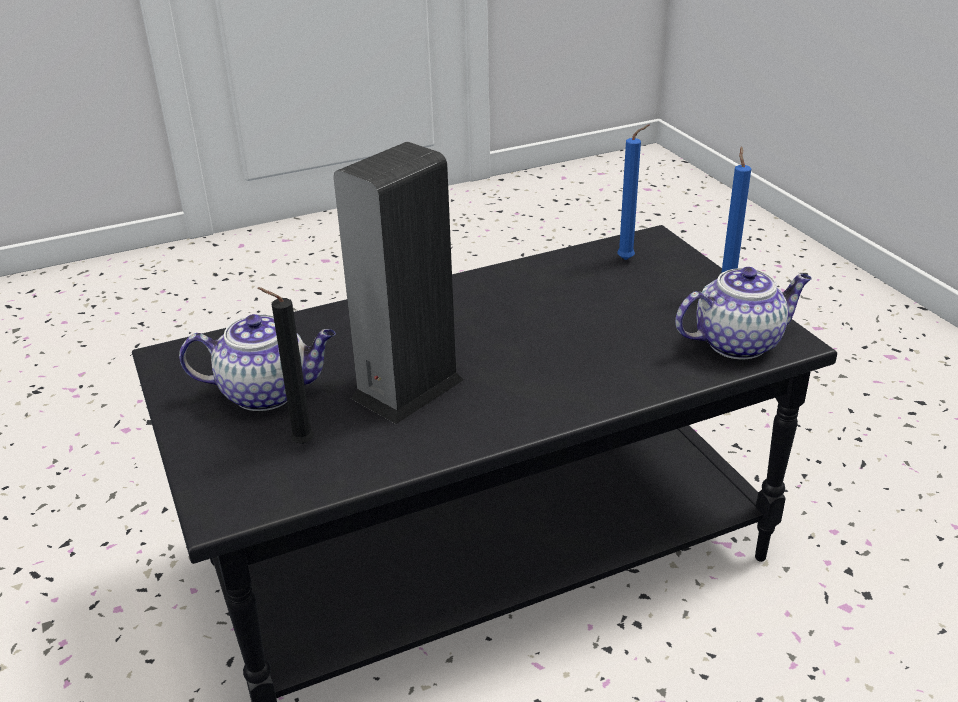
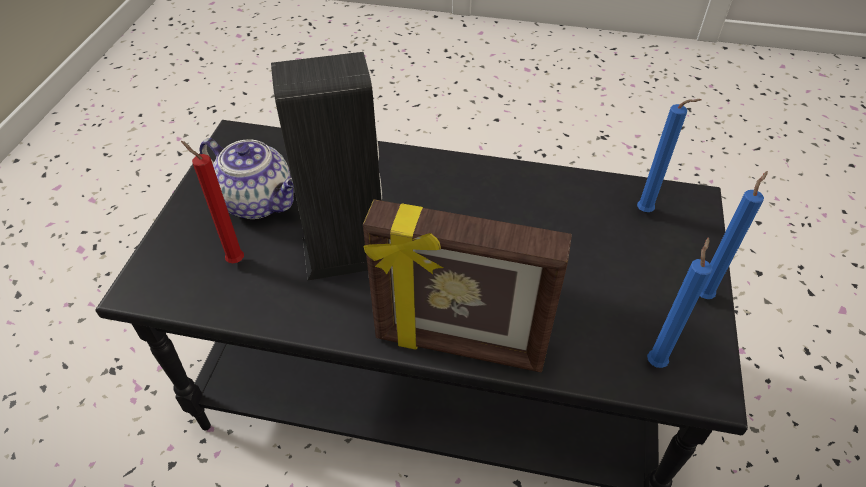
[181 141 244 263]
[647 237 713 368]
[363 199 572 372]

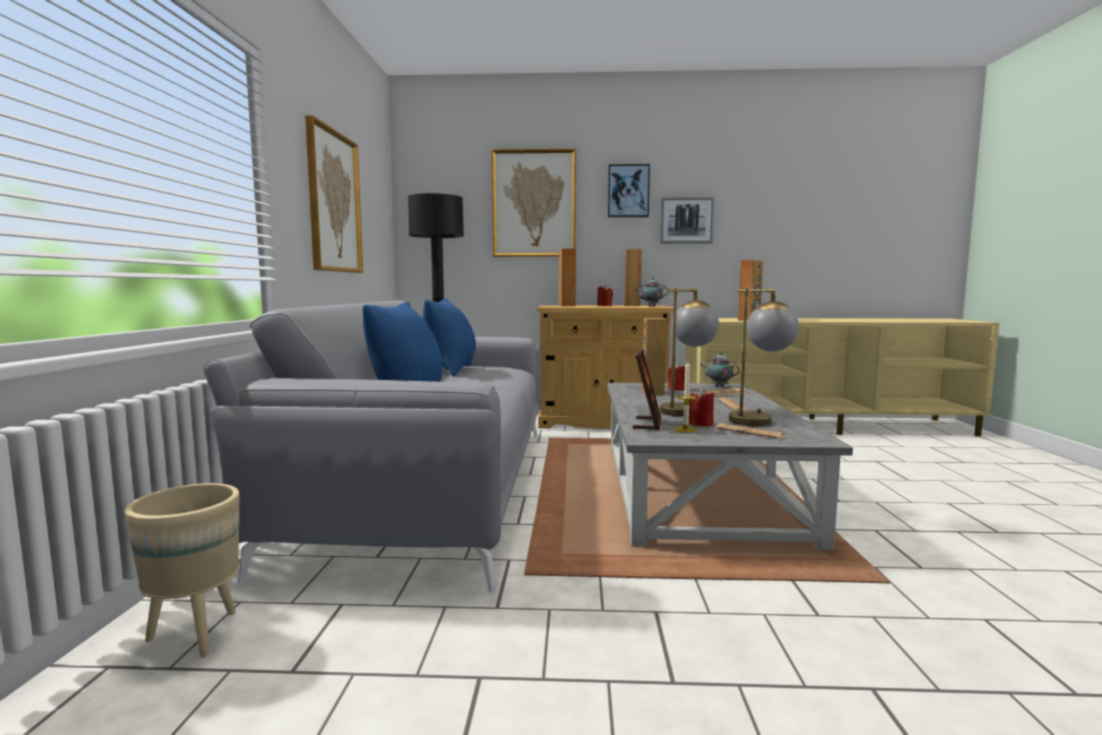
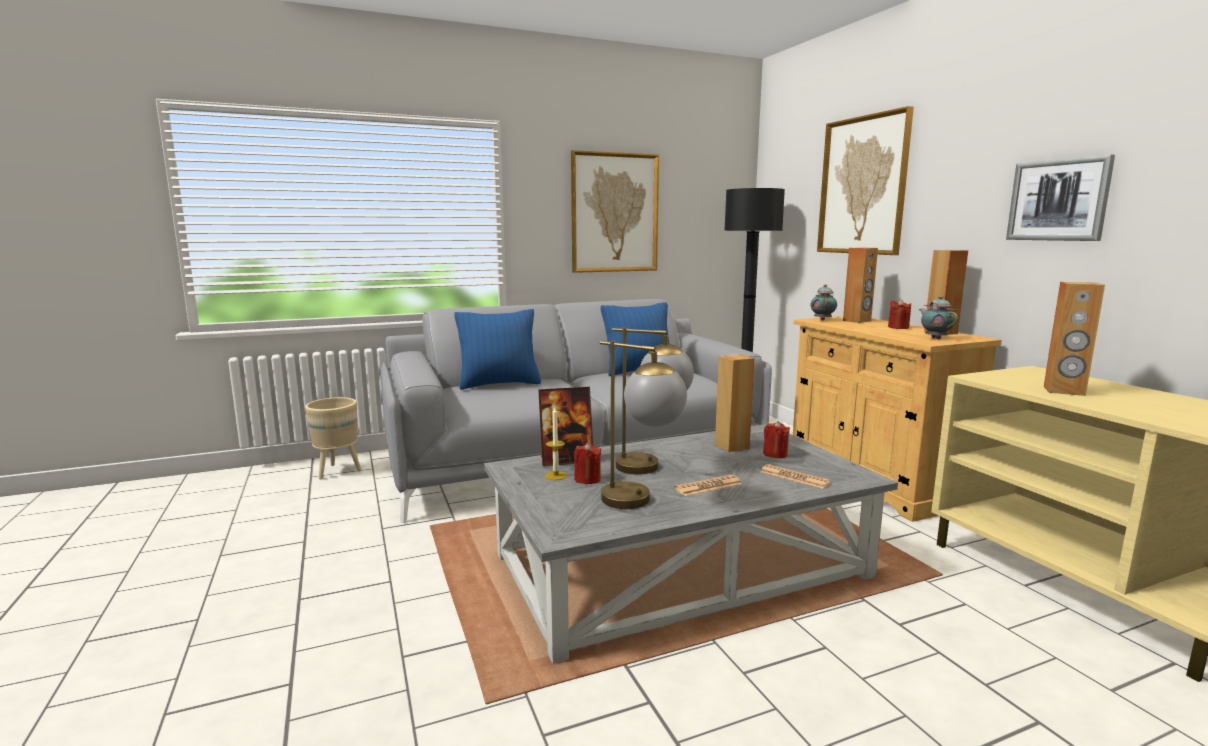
[608 164 650 217] (first image)
[811 284 837 320]
[716 423 785 439] (first image)

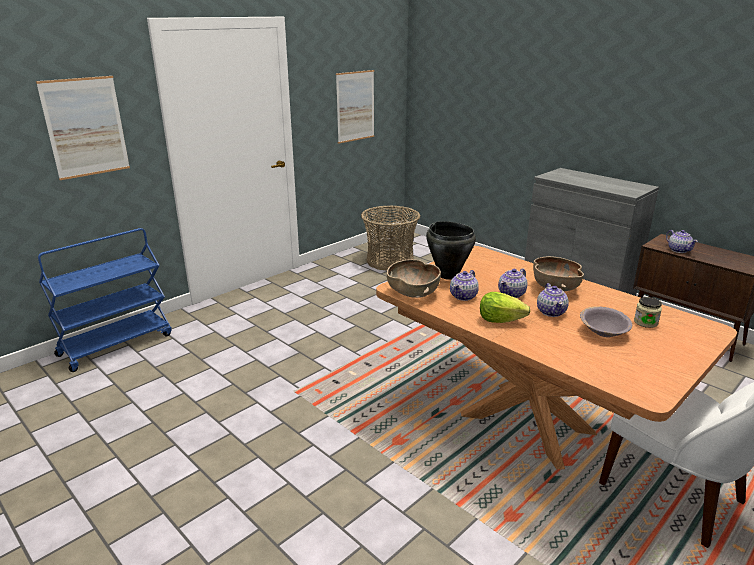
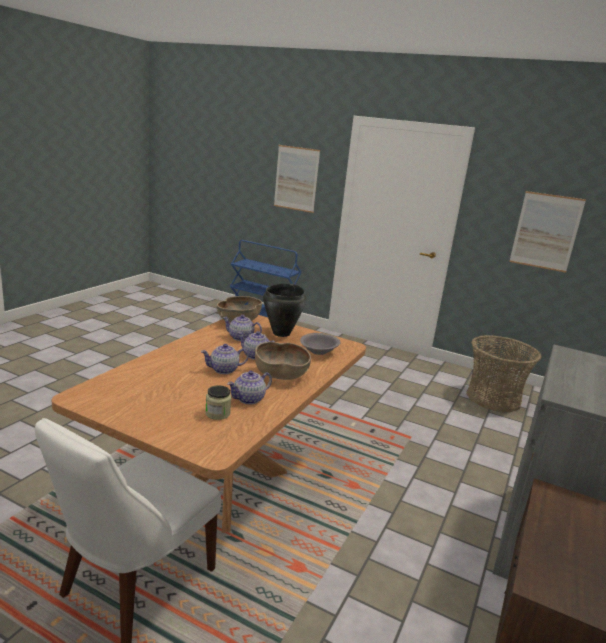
[480 292 530 323] (first image)
[300 333 340 355]
[227 371 272 404]

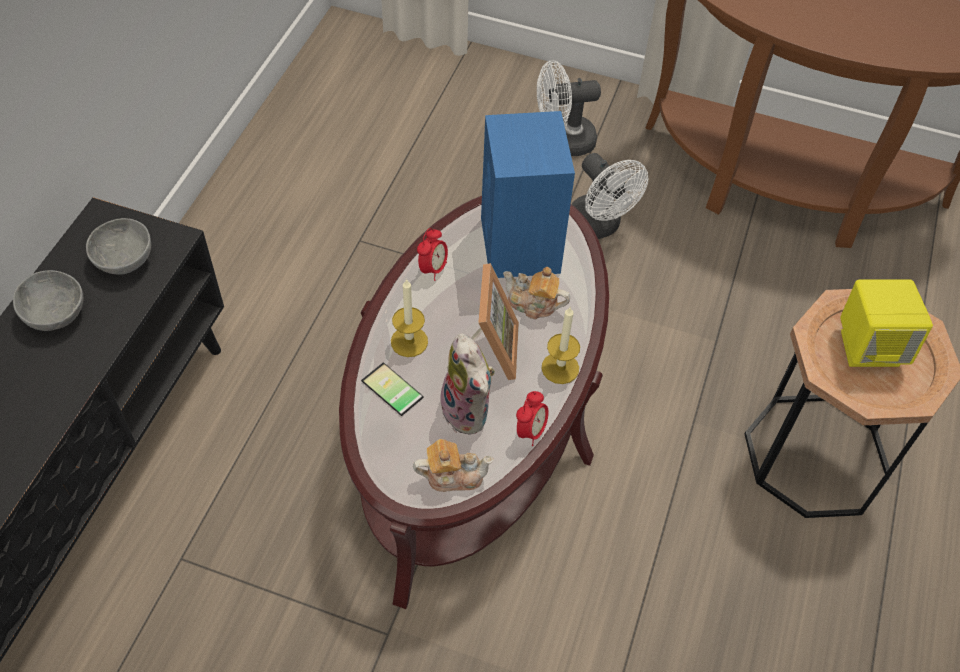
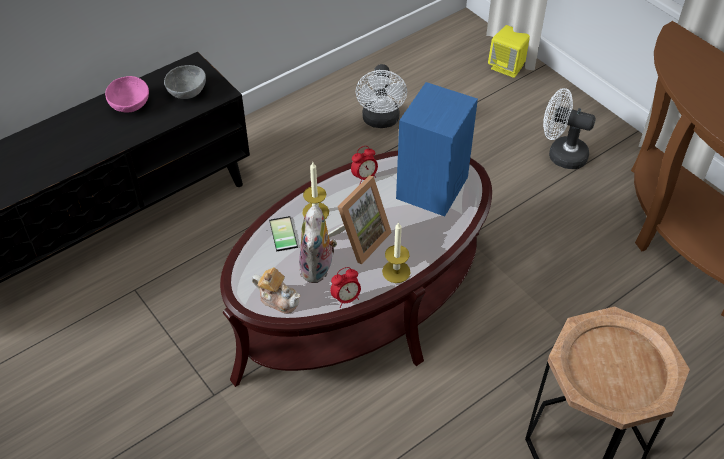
[105 76 149 113]
[503 267 570 320] (first image)
[356 64 407 128]
[488 25 530 78]

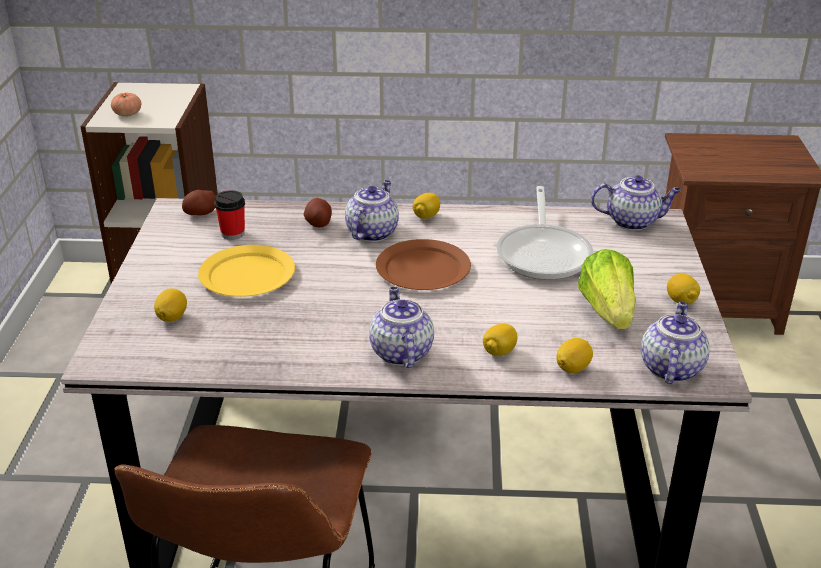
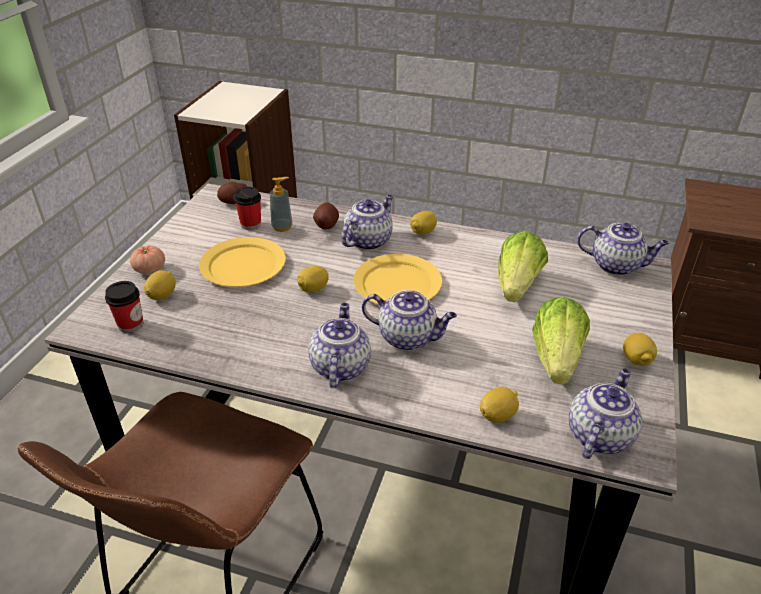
[130 245 165 274]
[353 254 442 304]
[297 266 329 293]
[498 231 548 302]
[105 281 143 333]
[270 177 293 232]
[362 290 457 351]

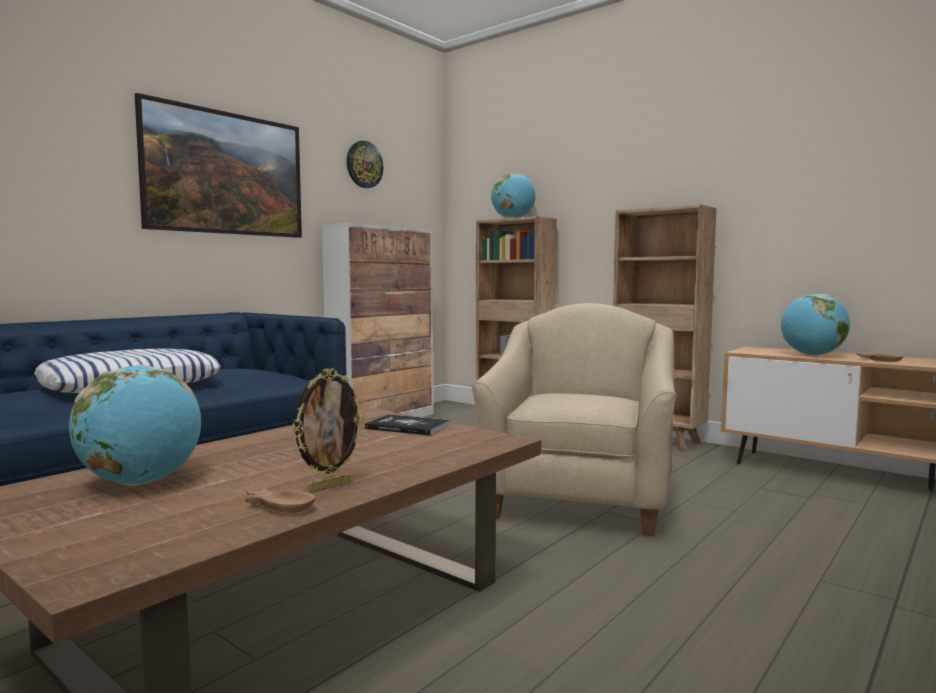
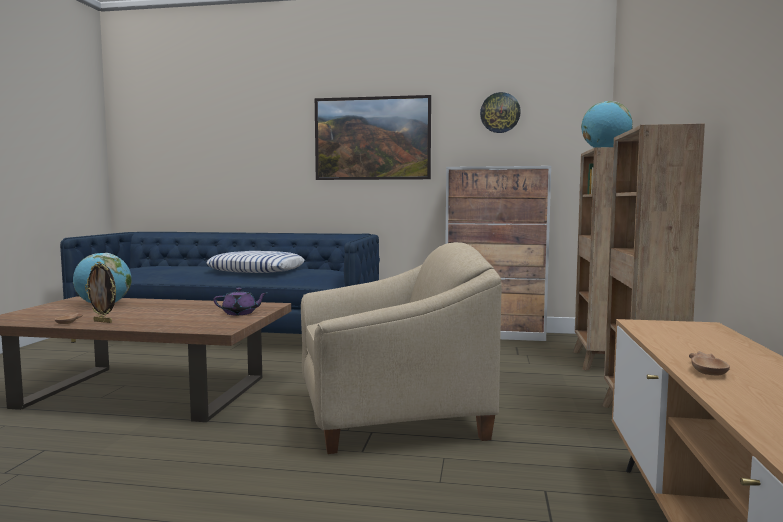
[214 288 267 315]
[781 294 850 356] (first image)

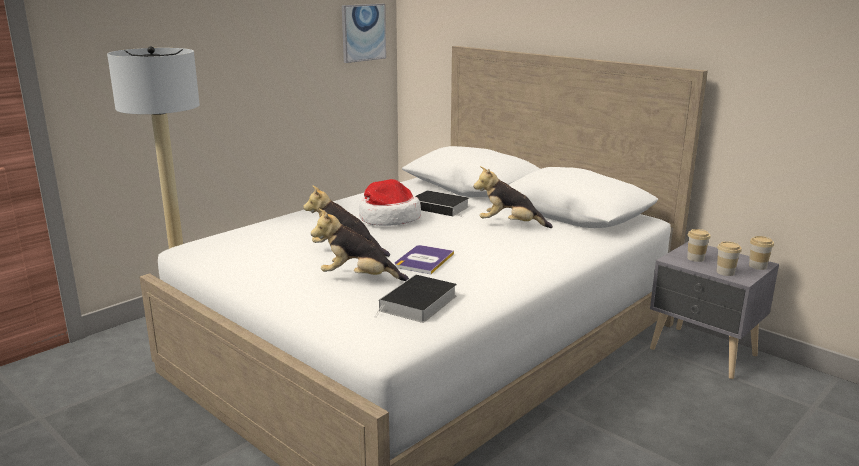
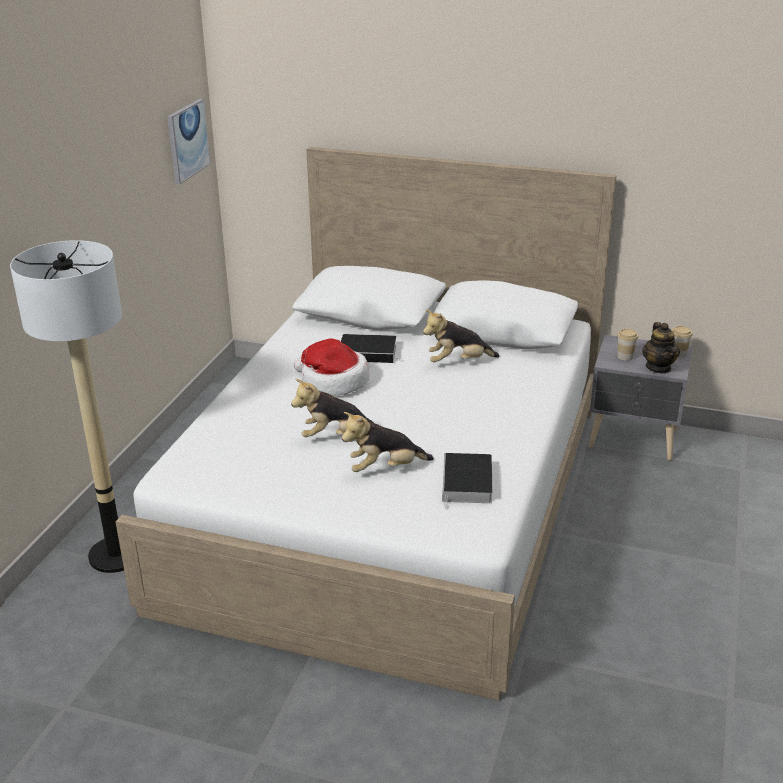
[395 245 454 274] (first image)
[642 322 680 374]

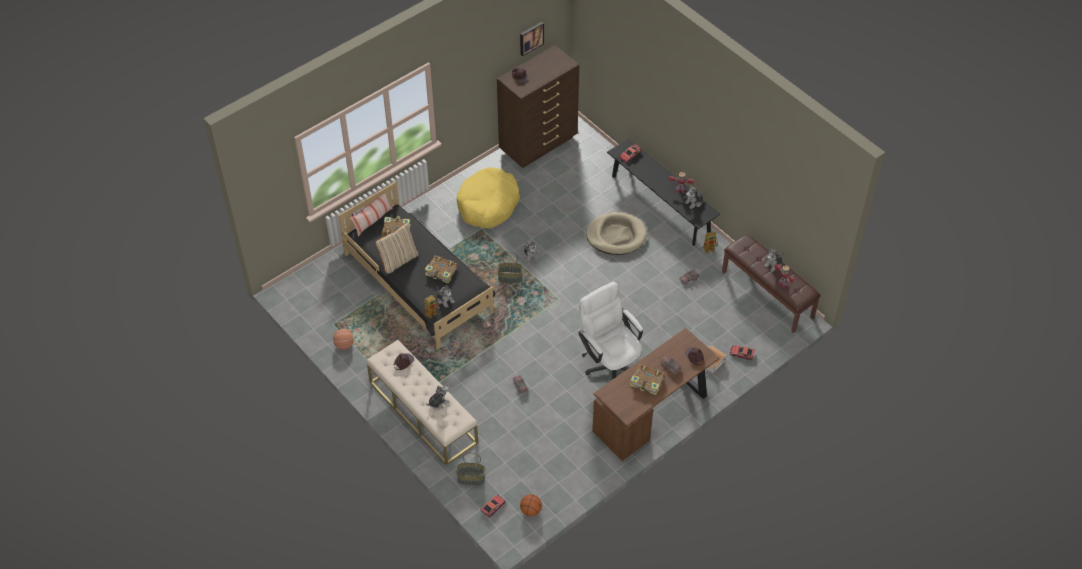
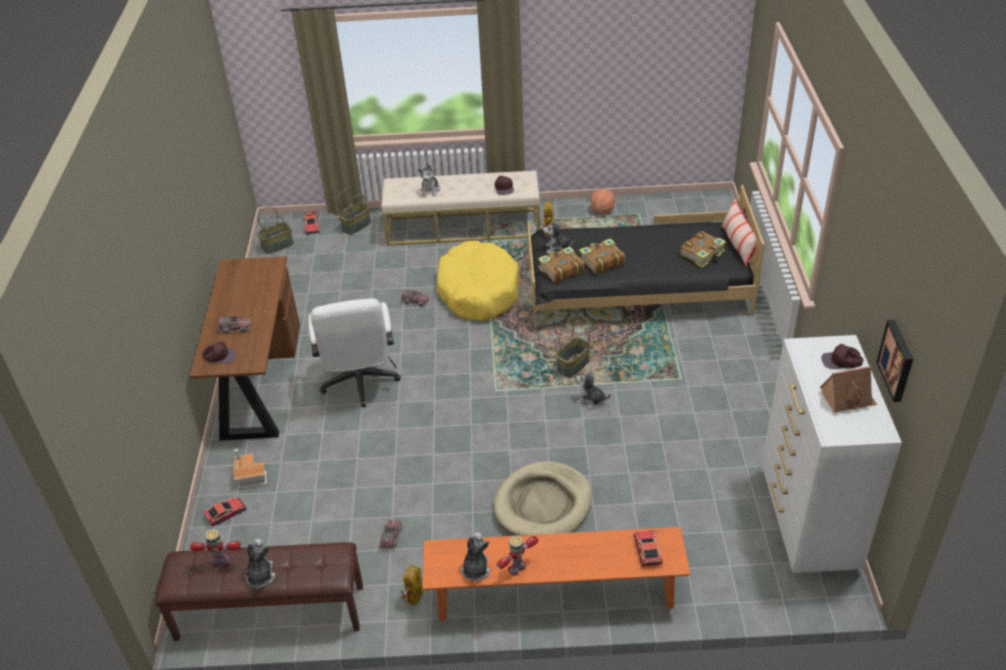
[375 223 418 274] (first image)
[437 240 519 321]
[761 335 902 573]
[257 207 294 254]
[309 298 401 407]
[423 527 690 622]
[538 247 584 282]
[820 366 877 413]

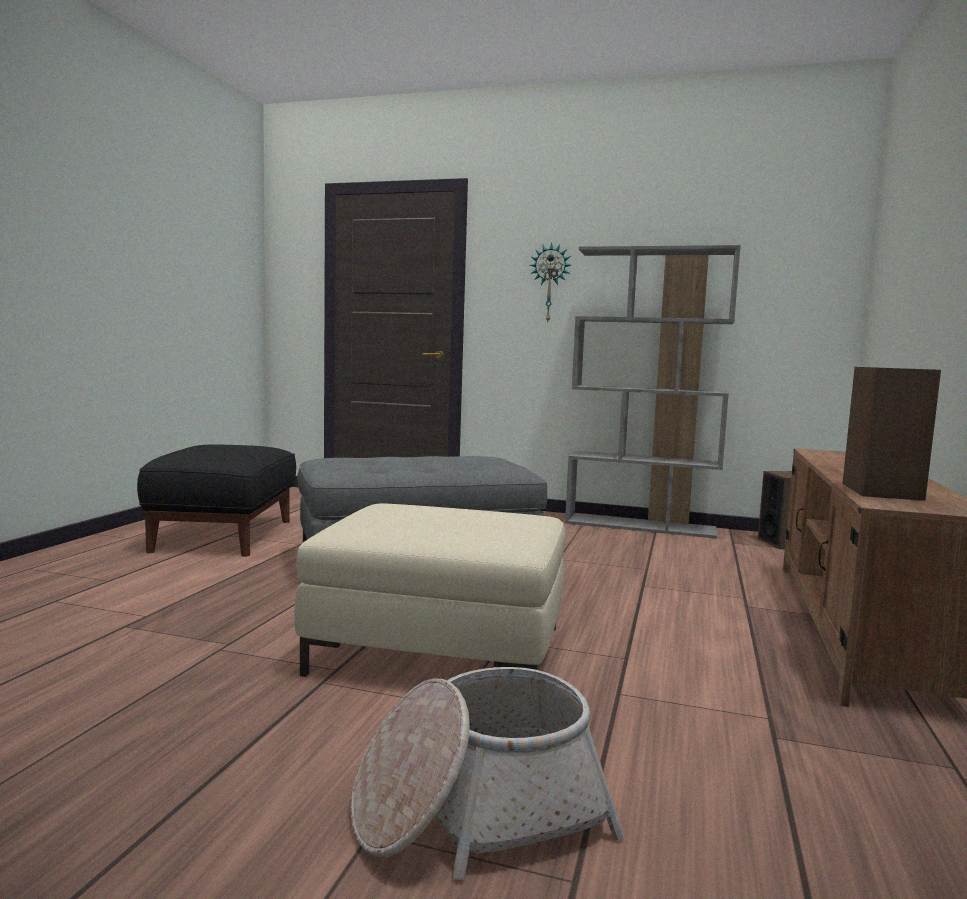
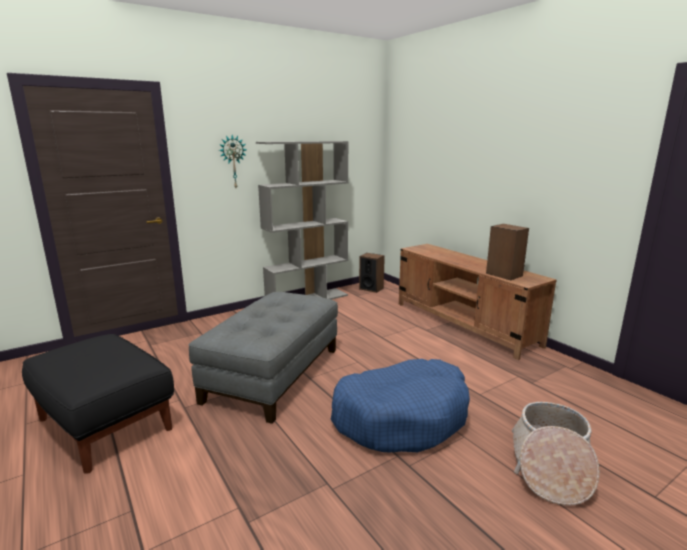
[331 359 470 452]

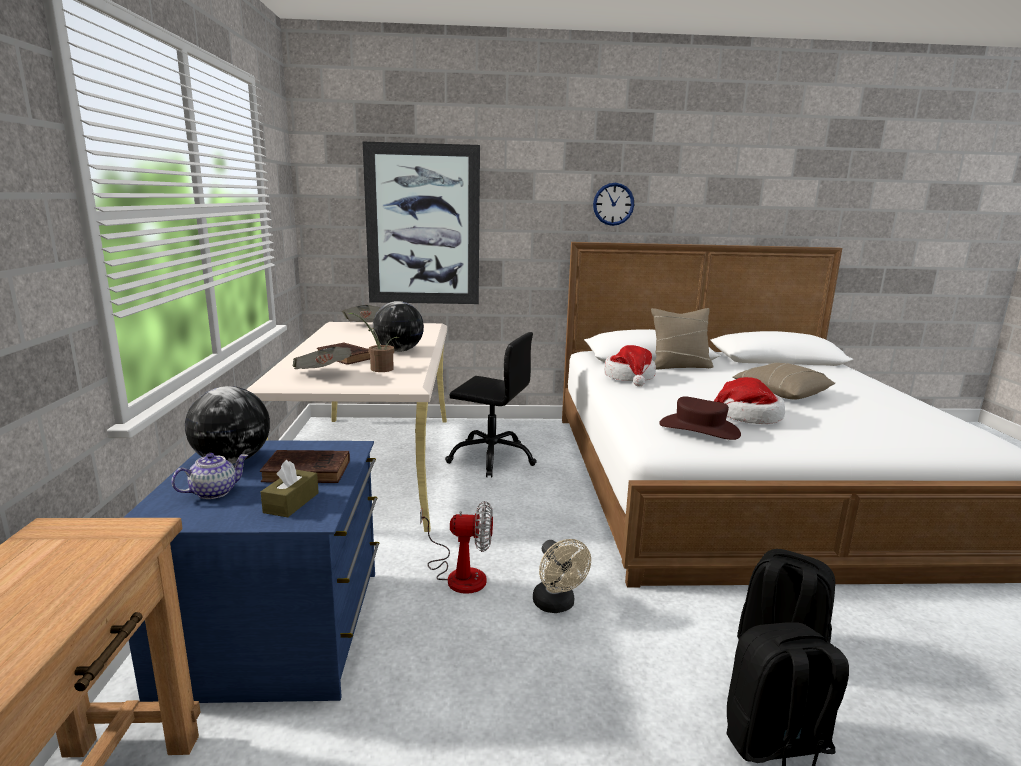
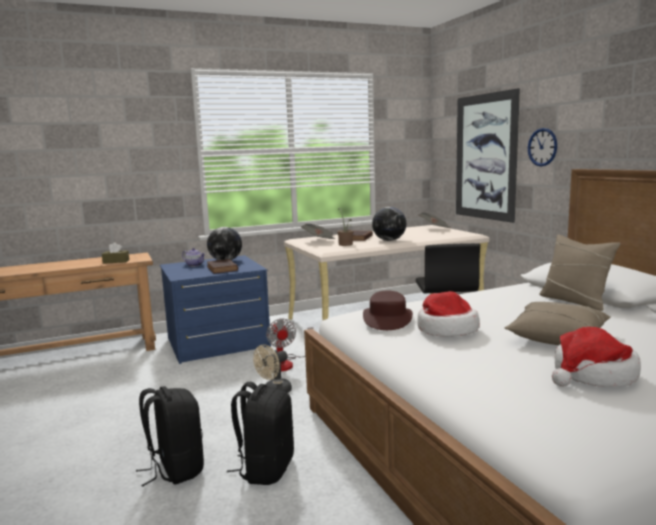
[102 242 129 264]
[528 128 557 166]
[552 327 641 387]

